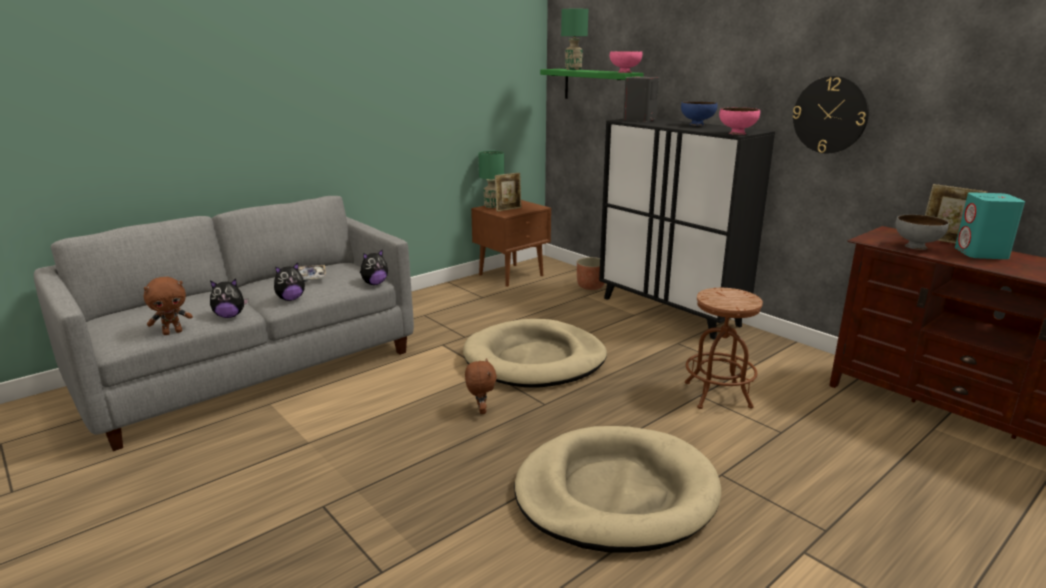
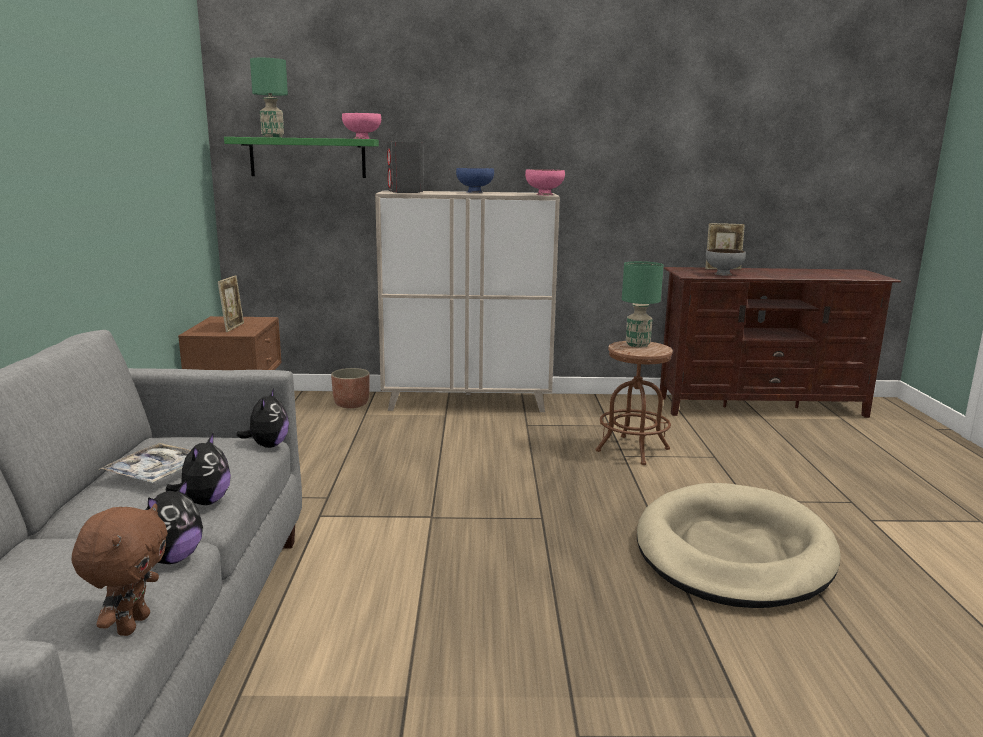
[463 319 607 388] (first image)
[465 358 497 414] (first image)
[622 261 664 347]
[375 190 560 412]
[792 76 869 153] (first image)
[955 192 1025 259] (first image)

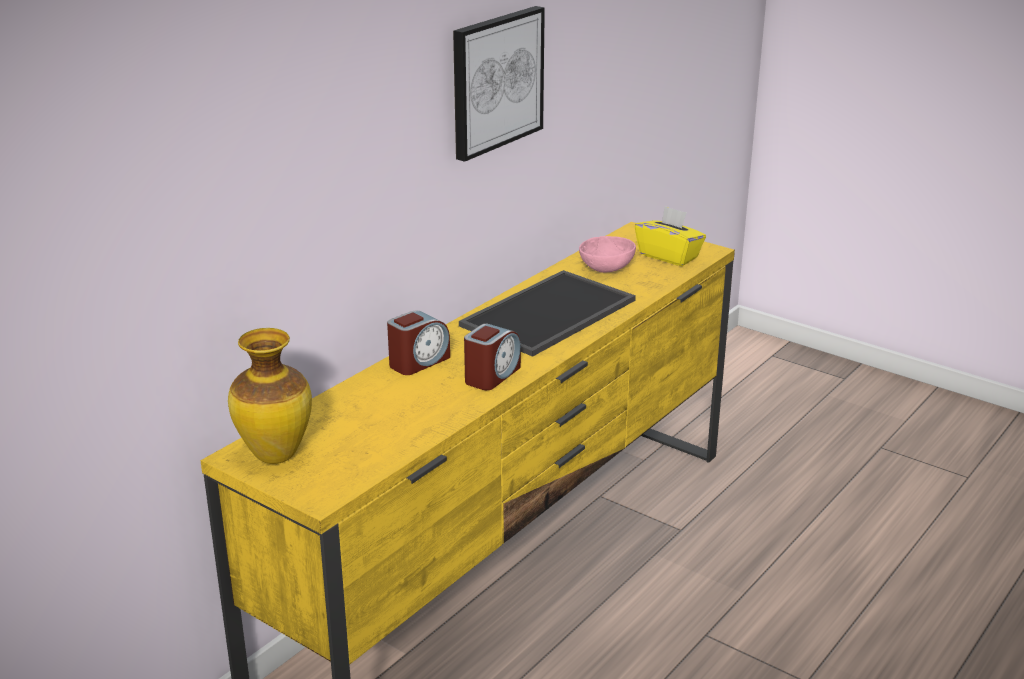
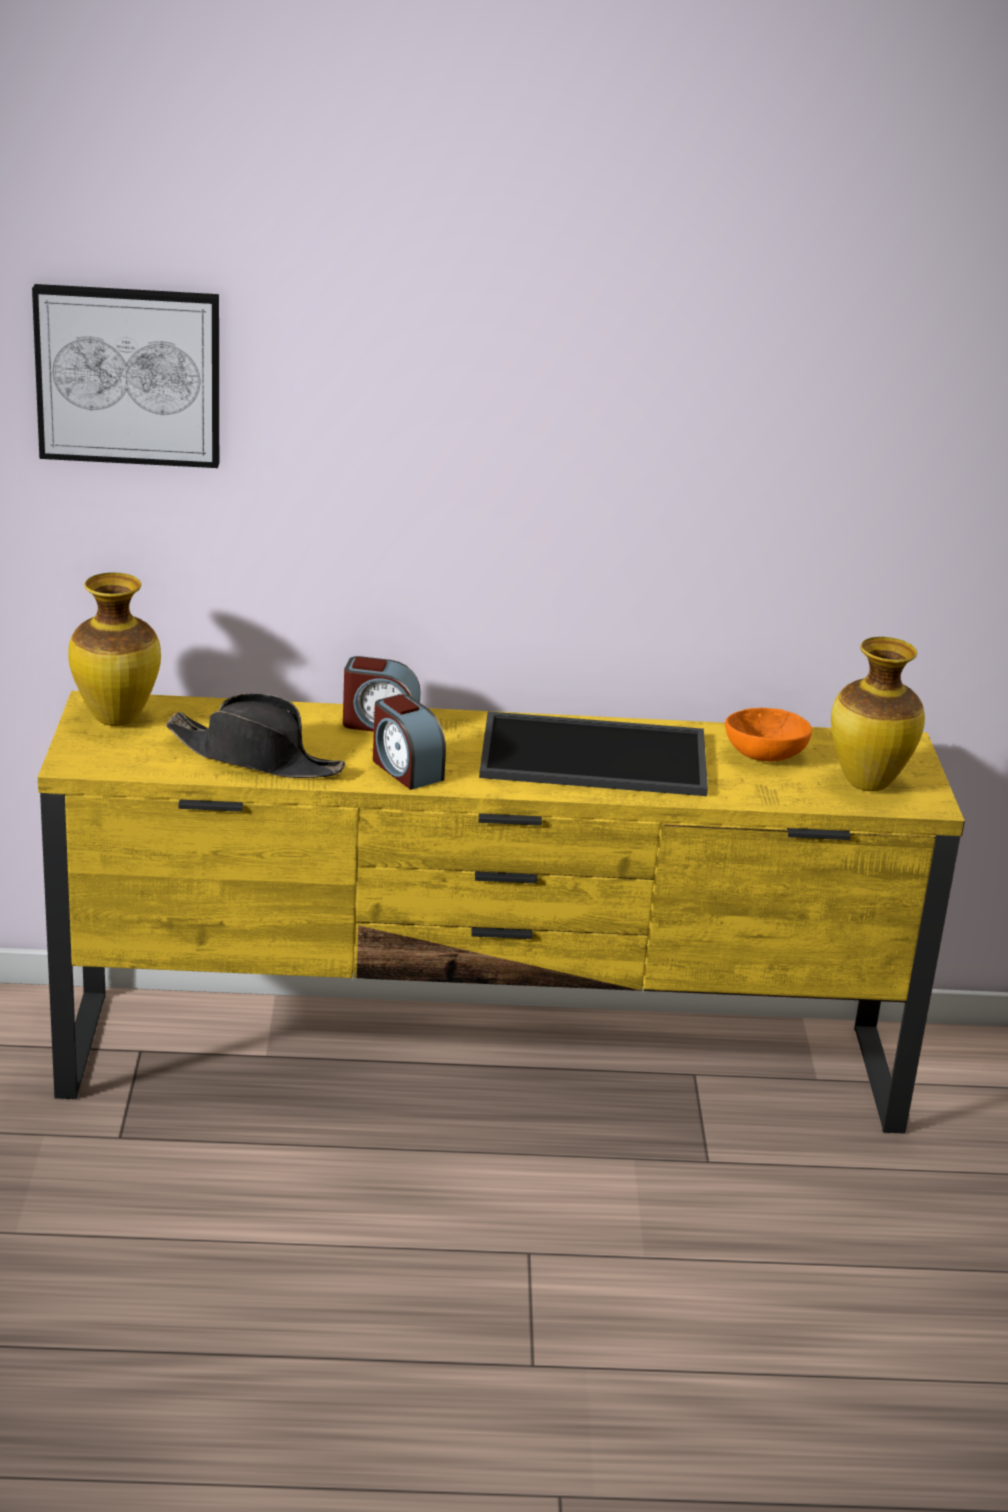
[32 284 219 468]
[373 694 446 790]
[725 708 812 761]
[831 637 925 791]
[165 693 345 778]

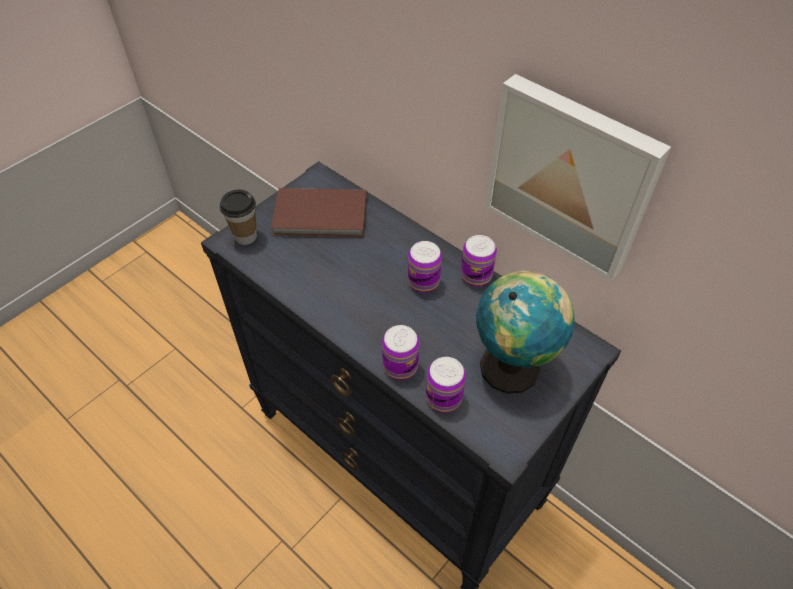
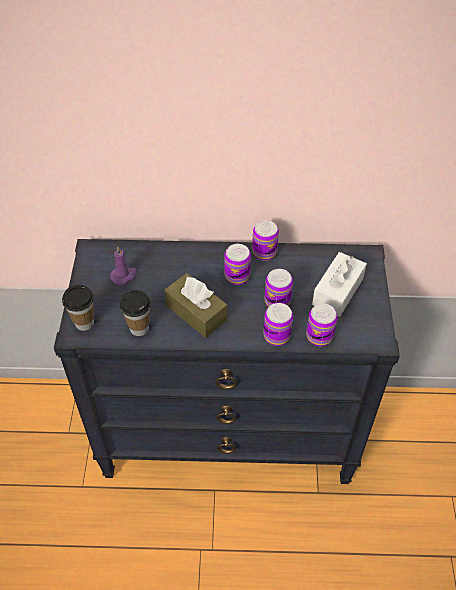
[110 246 137 285]
[312 252 367 317]
[485 74 671 281] (first image)
[119 290 151 336]
[164 273 227 338]
[264 269 293 307]

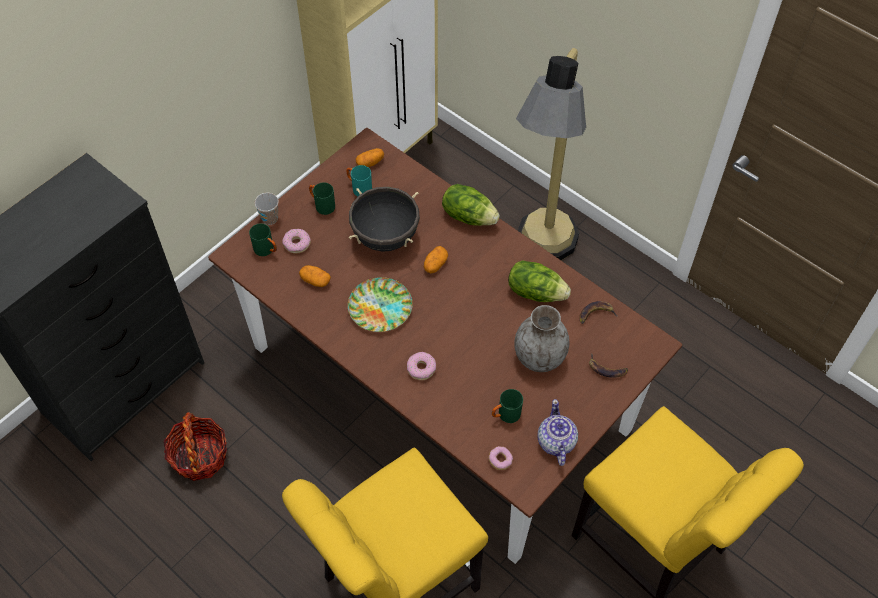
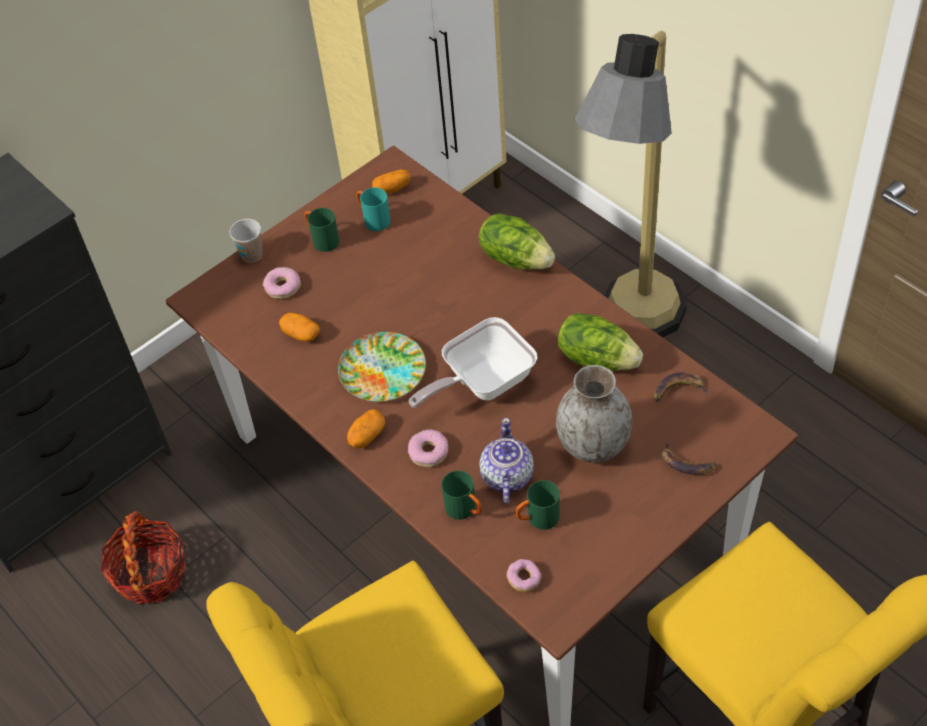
[441 471 482 520]
[349 187 420 252] (first image)
[347 409 385 448]
[479 418 534 504]
[409 317 537 408]

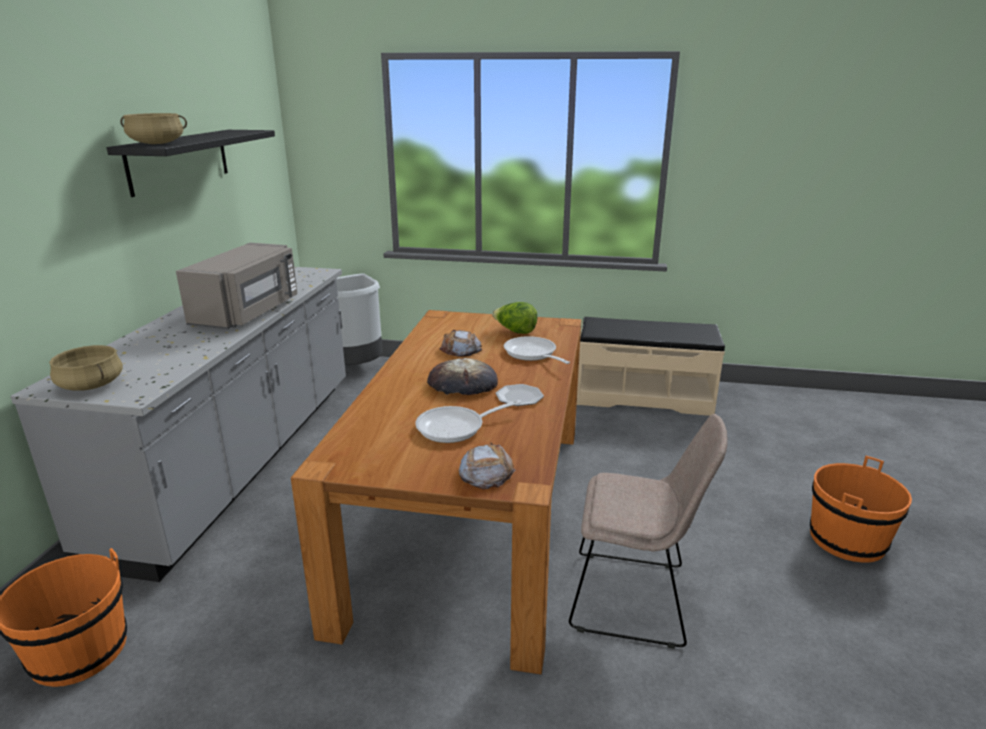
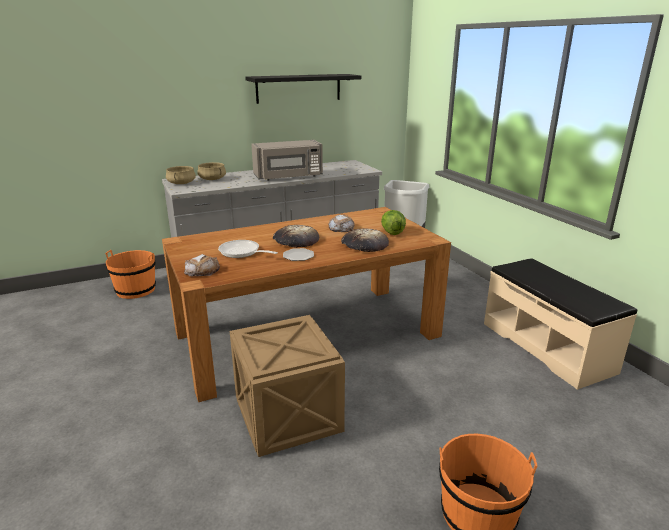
[197 162 226 180]
[341 228 389 252]
[230 315 345 457]

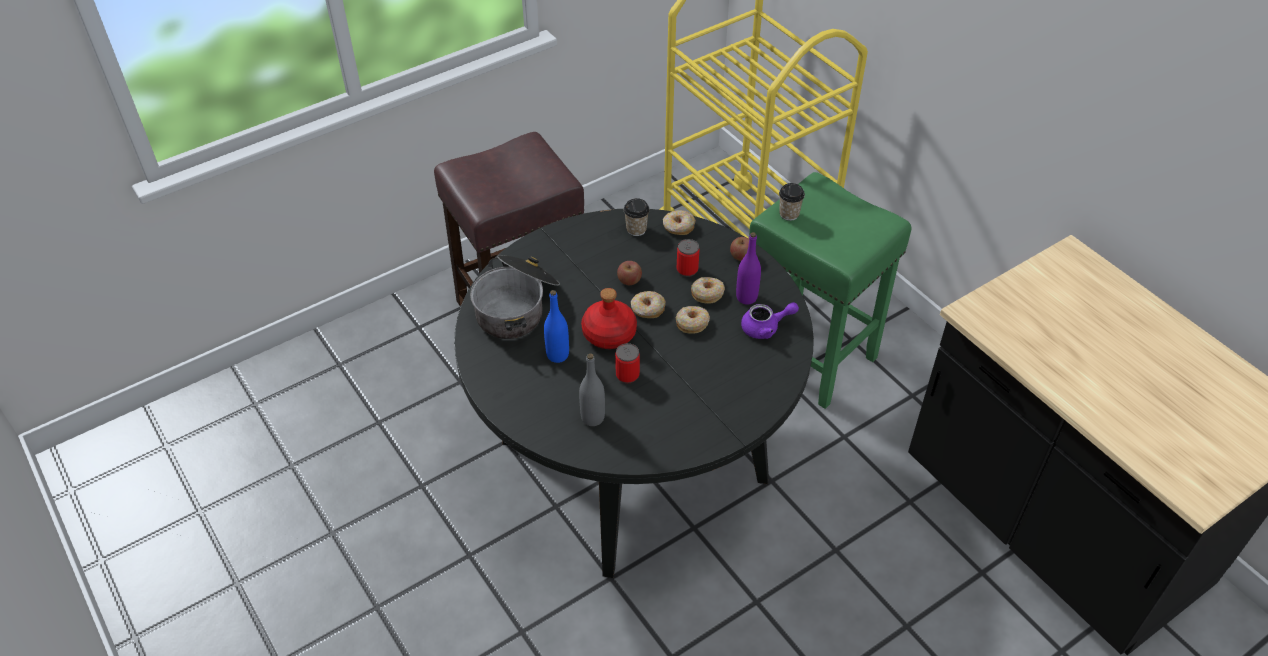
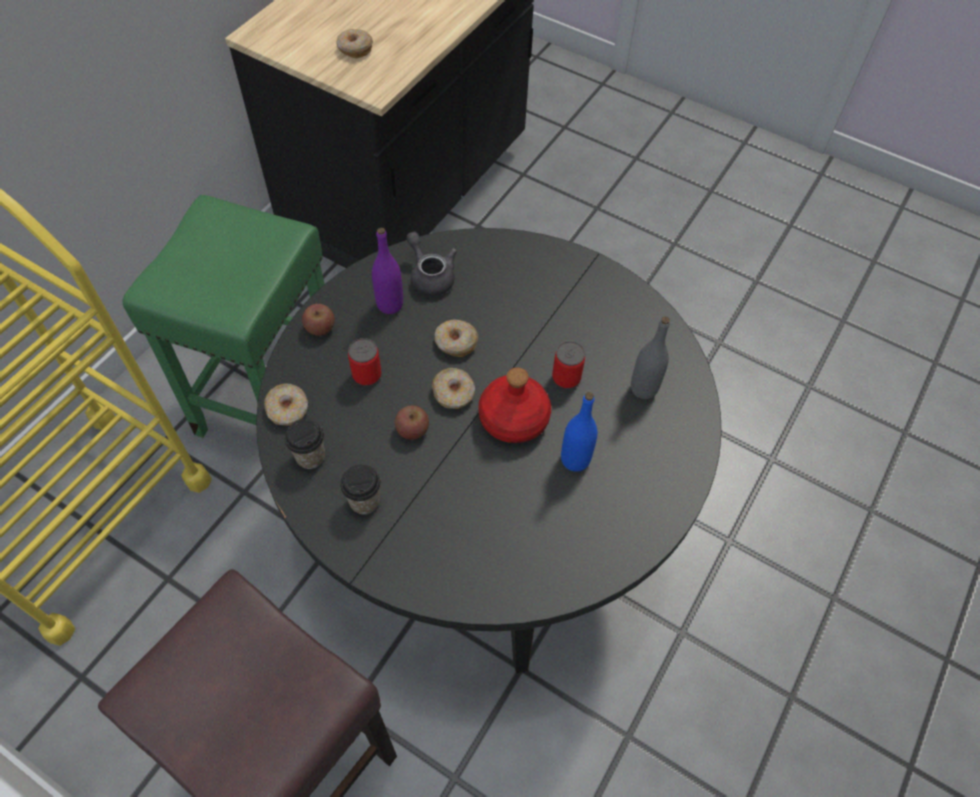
[470 255 560 339] (first image)
[336 29 373 58]
[406 232 457 296]
[340 465 381 515]

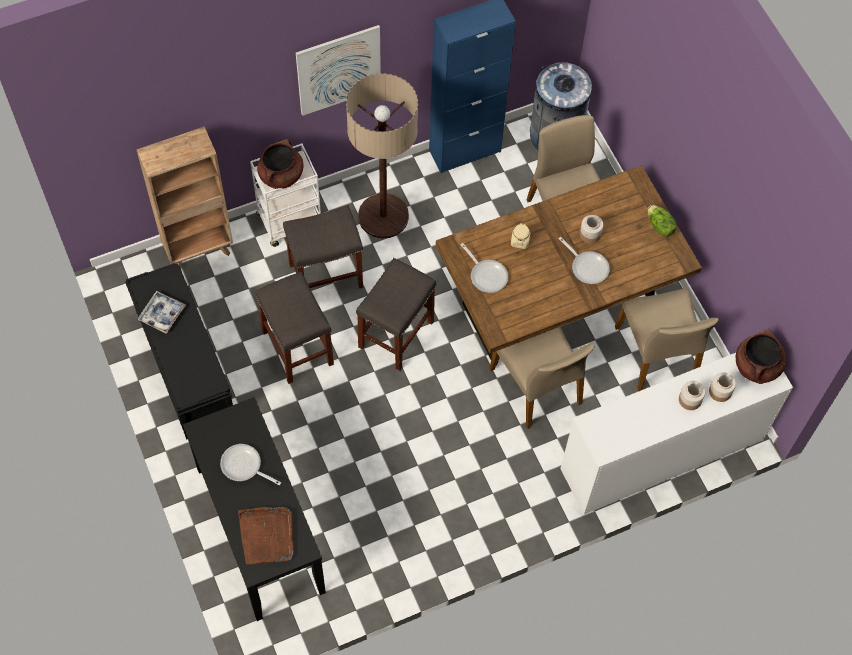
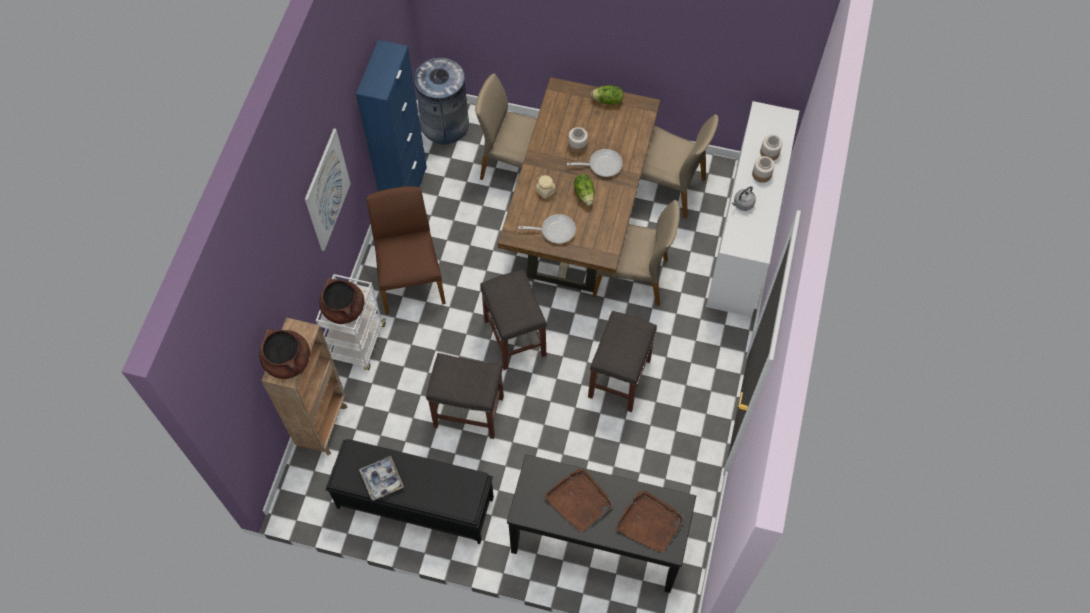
[544 469 613 532]
[588 311 657 412]
[366 186 446 314]
[259 329 310 379]
[574 174 595 206]
[731 186 756 211]

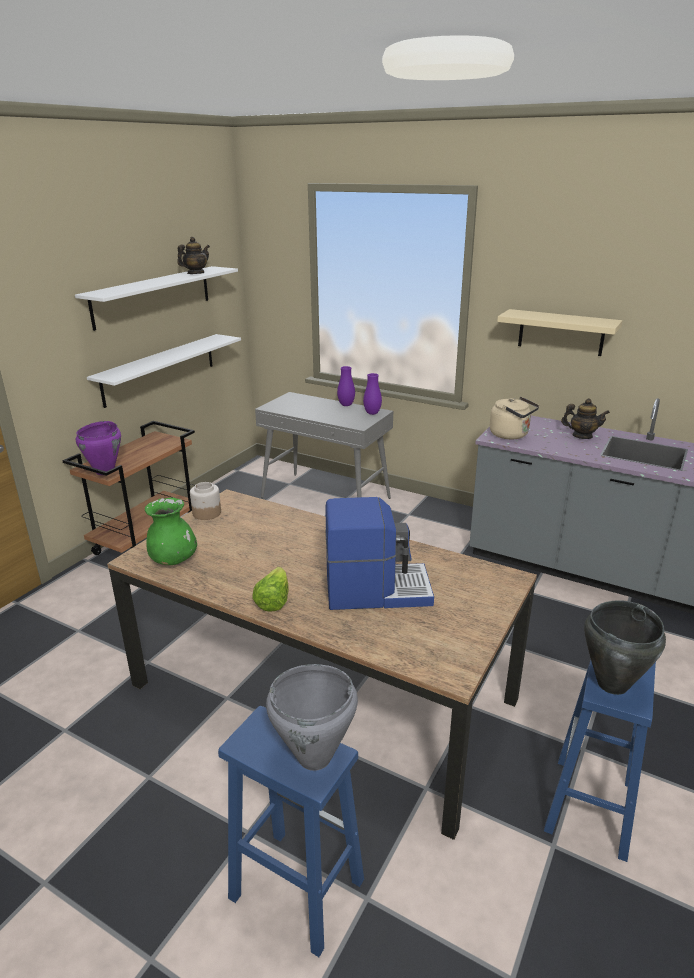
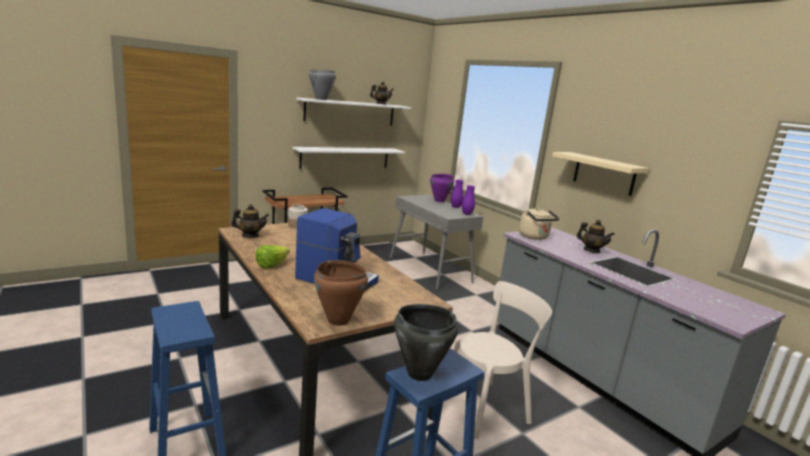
[430 174 454 202]
[231 204 269 238]
[309 70 336 100]
[314 260 368 326]
[454 281 552 439]

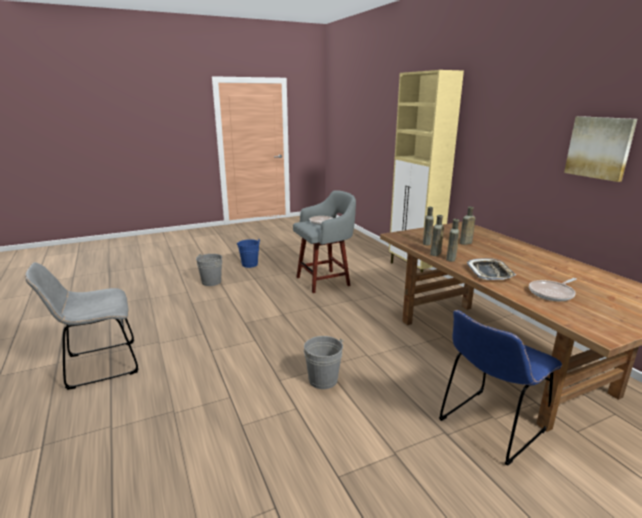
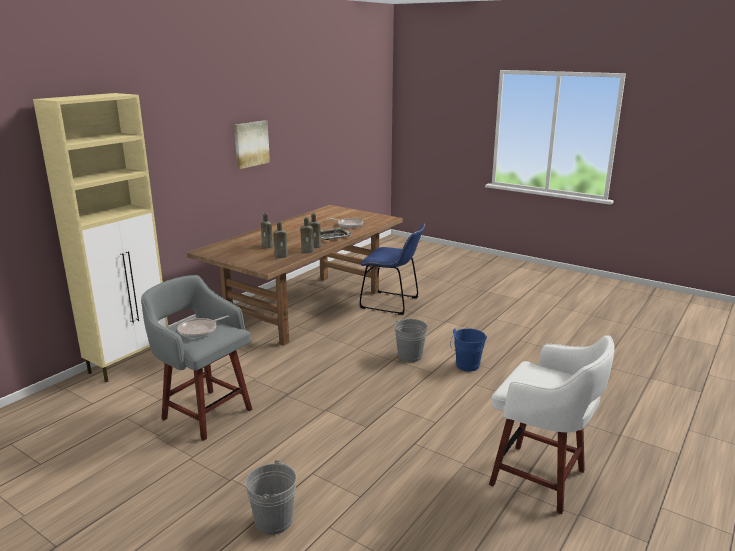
[489 335 614 514]
[450 328 487 372]

